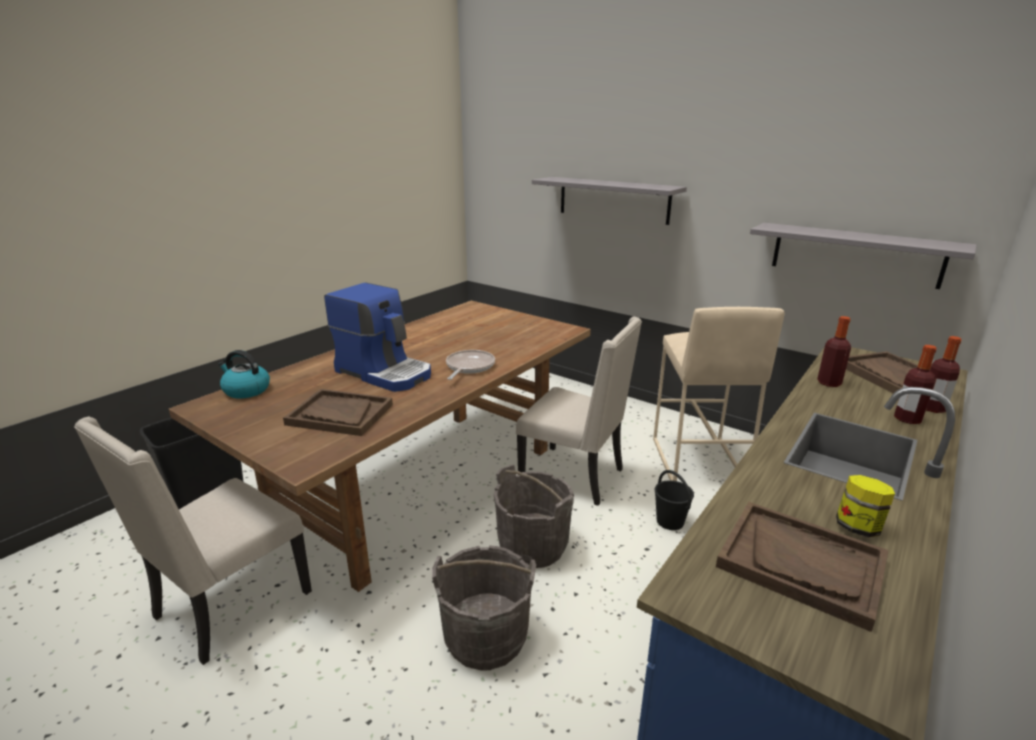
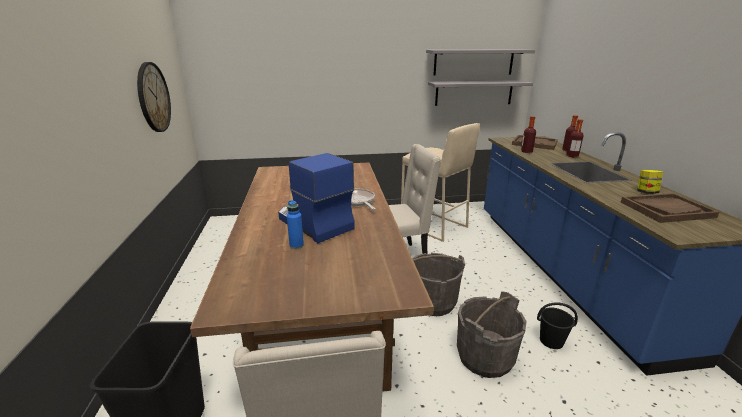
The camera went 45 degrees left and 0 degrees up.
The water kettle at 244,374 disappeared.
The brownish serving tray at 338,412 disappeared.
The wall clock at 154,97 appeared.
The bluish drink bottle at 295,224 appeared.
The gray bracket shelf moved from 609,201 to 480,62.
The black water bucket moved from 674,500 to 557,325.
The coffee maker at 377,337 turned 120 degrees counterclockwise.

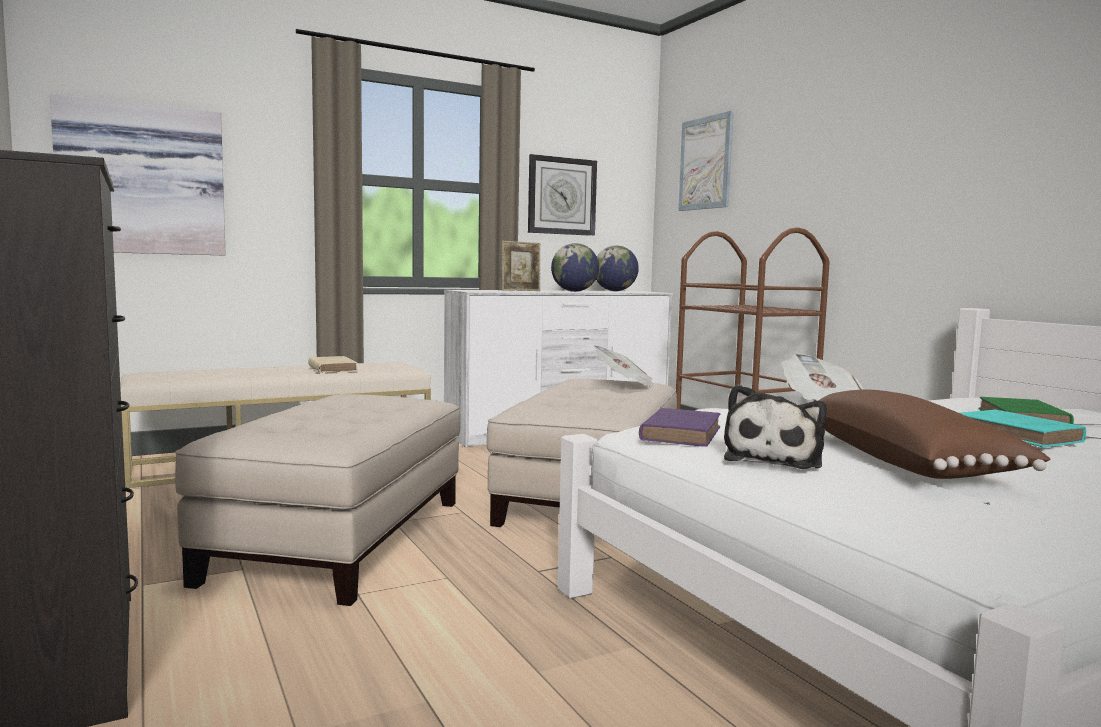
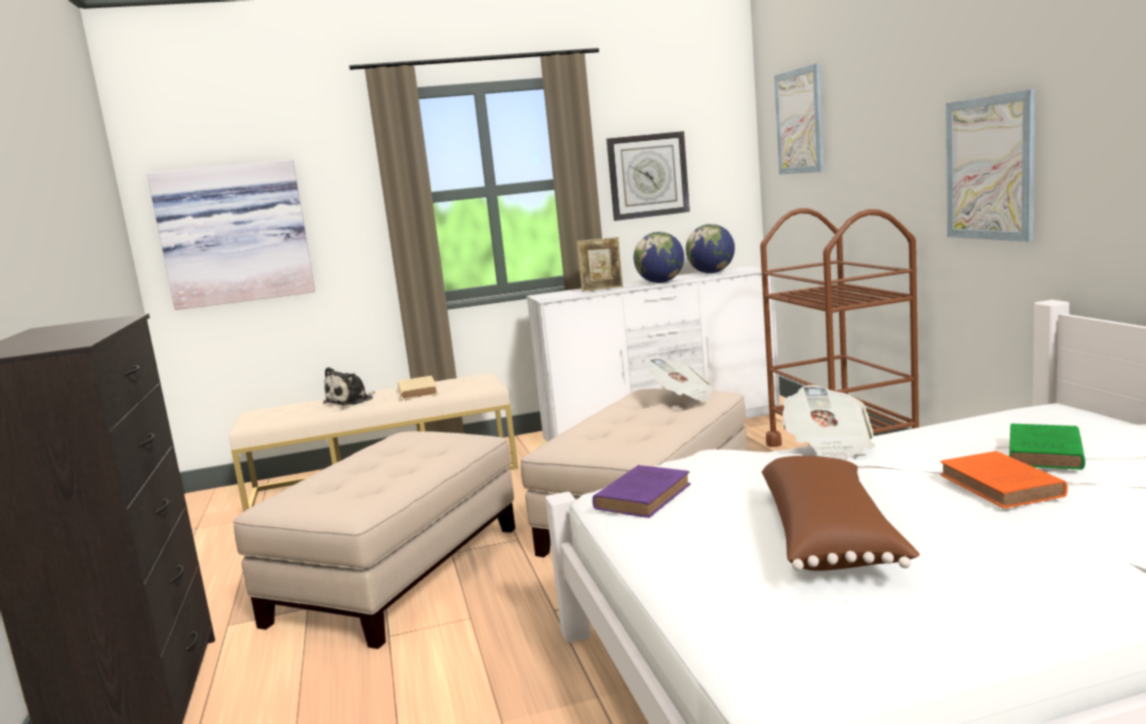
The camera went 15 degrees right and 5 degrees up.
The wall art at 990,165 appeared.
The cuddly toy moved from 775,427 to 349,386.
The blue-green volume at 1023,428 became the orange volume at 1004,479.

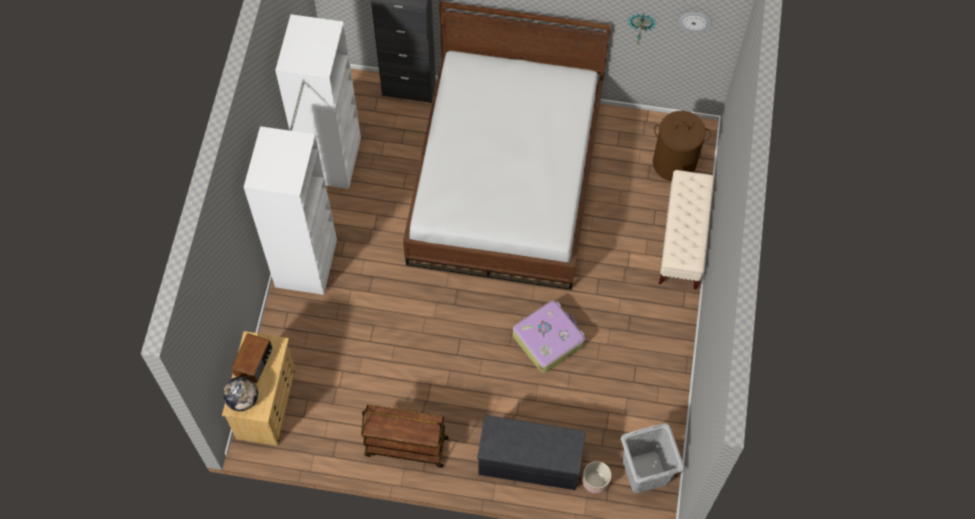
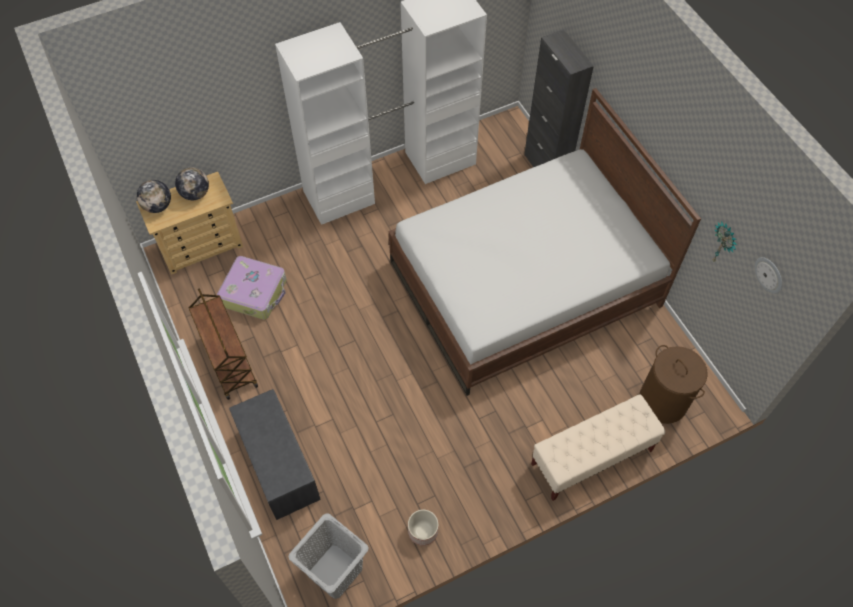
The camera went 55 degrees right and 5 degrees down.
The travel case moved from 549,337 to 252,288.
The flower pot moved from 596,477 to 423,528.
The radio receiver at 251,358 was replaced by the globe at 192,183.

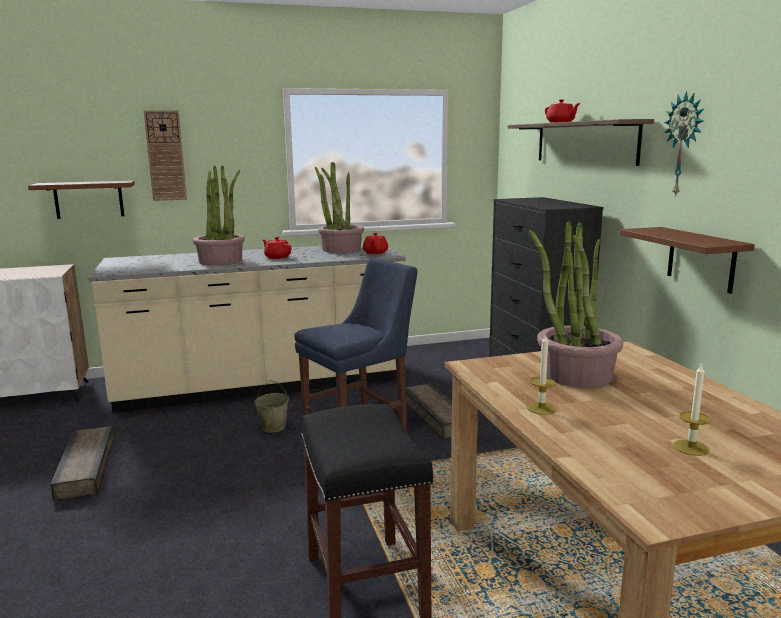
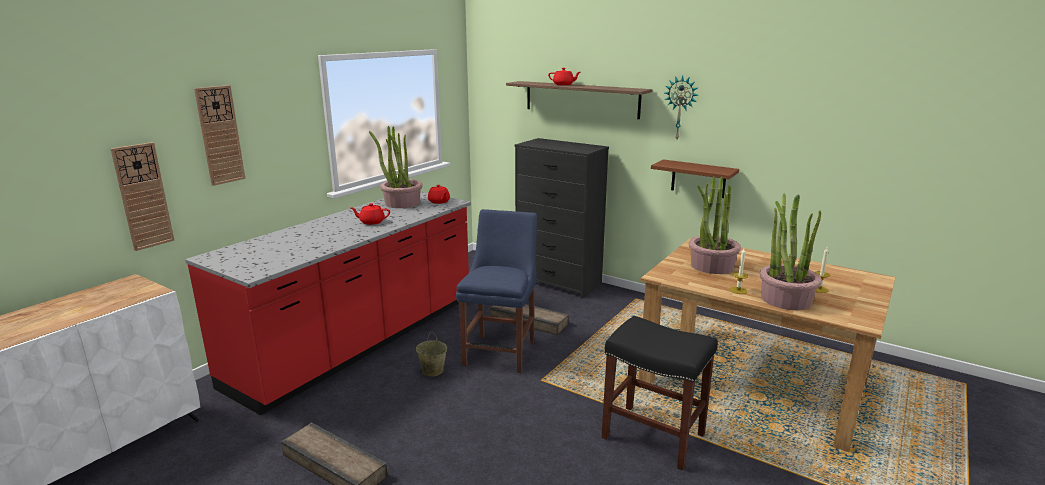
The camera went 40 degrees left and 5 degrees up.
The plant in a pot moved from 219,215 to 791,252.
The brownish bracket shelf at 81,200 was replaced by the wall clock at 142,196.
The sand-coloured kitchen counter at 247,328 became the reddish kitchen counter at 328,303.

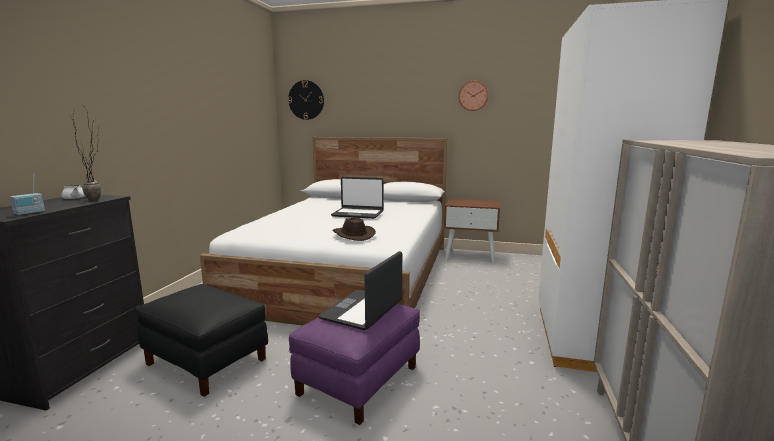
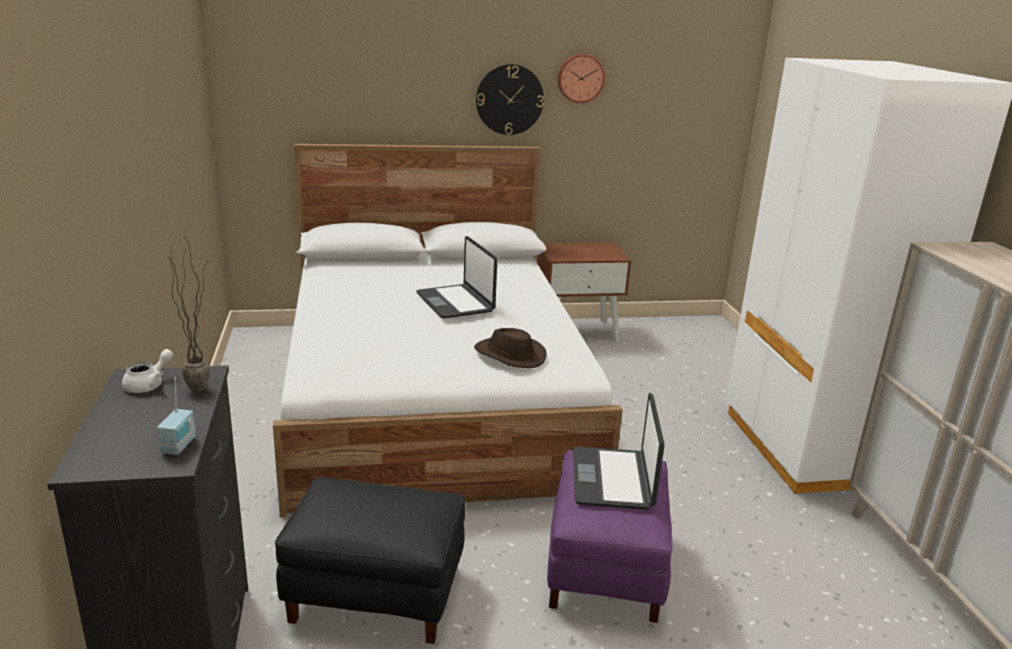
The camera went 25 degrees left and 10 degrees up.
The wall clock moved from 306,100 to 510,99.
The laptop at 357,198 turned 75 degrees clockwise.

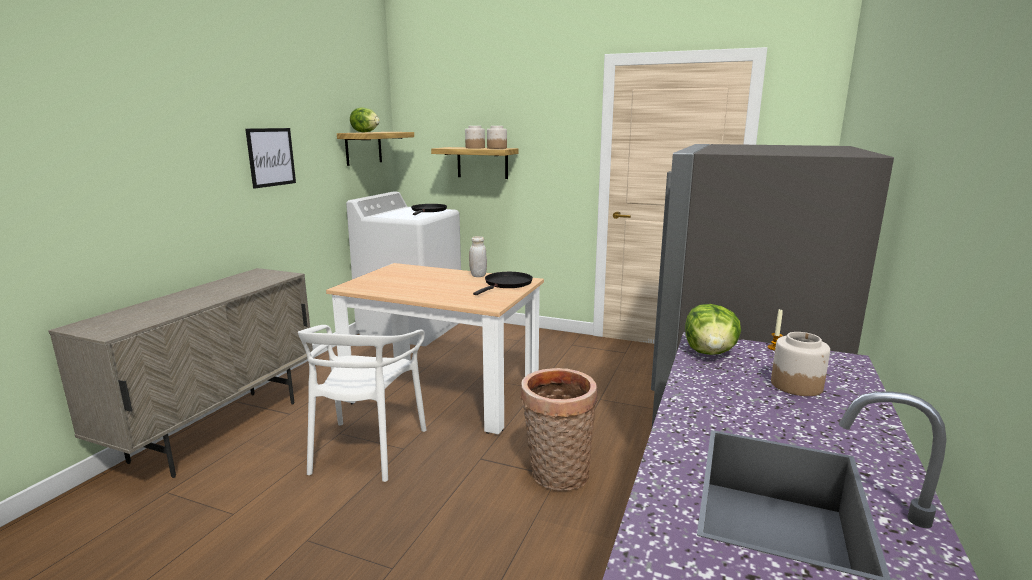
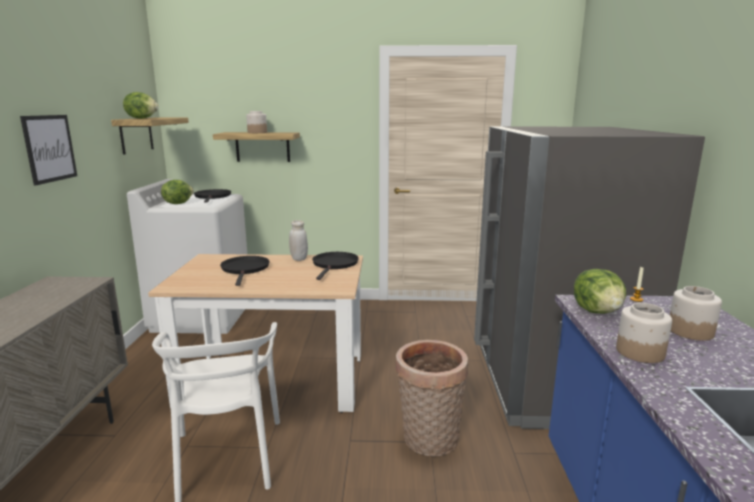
The camera went 20 degrees left and 0 degrees up.
The lettuce head at 177,192 appeared.
The black frying pan at 244,271 appeared.
The preserve jar moved from 497,137 to 644,333.

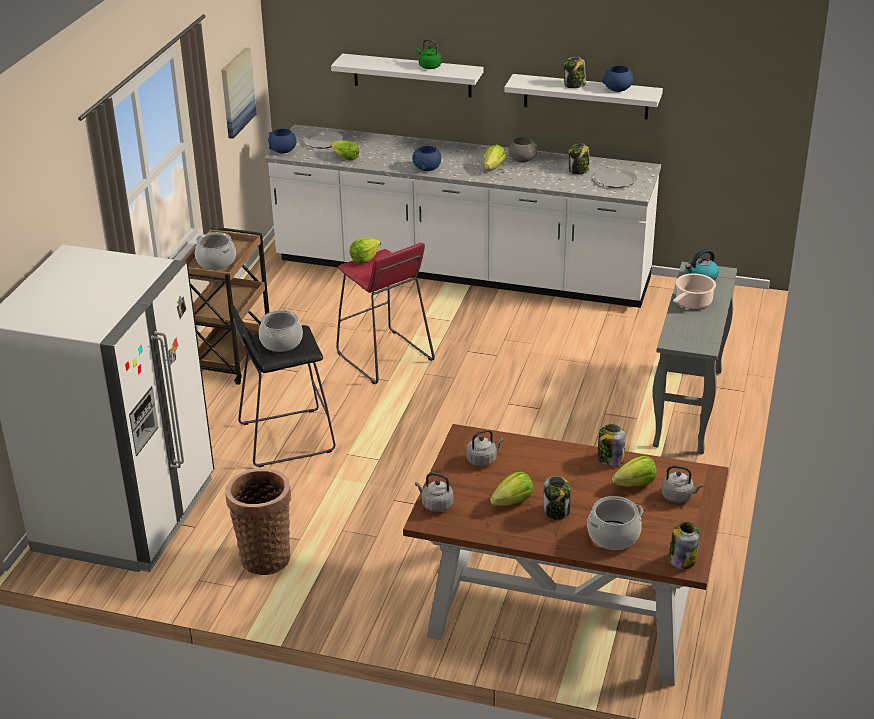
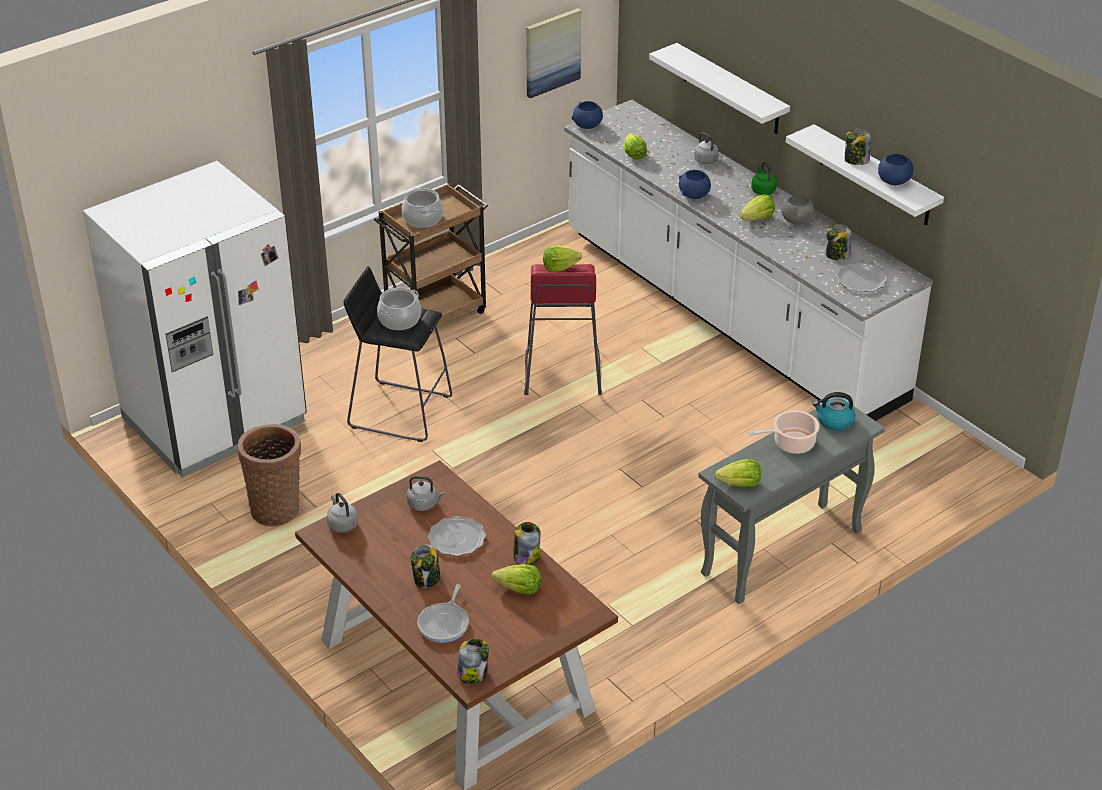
The camera went 35 degrees right and 5 degrees up.
The flat dish moved from 323,140 to 457,536.
The green-coloured water kettle moved from 428,54 to 764,178.
The lettuce head moved from 512,489 to 738,473.
The gray water kettle moved from 682,484 to 707,148.
The cooking pot at 615,523 was replaced by the frying pan at 443,613.

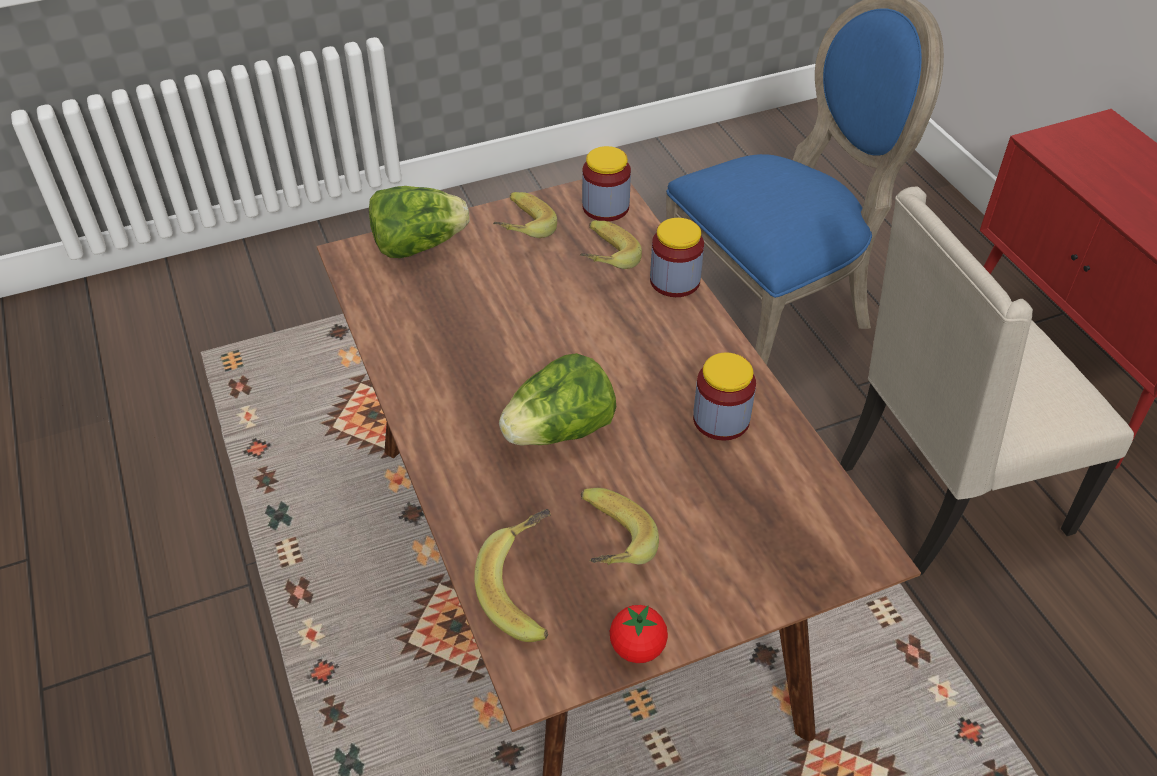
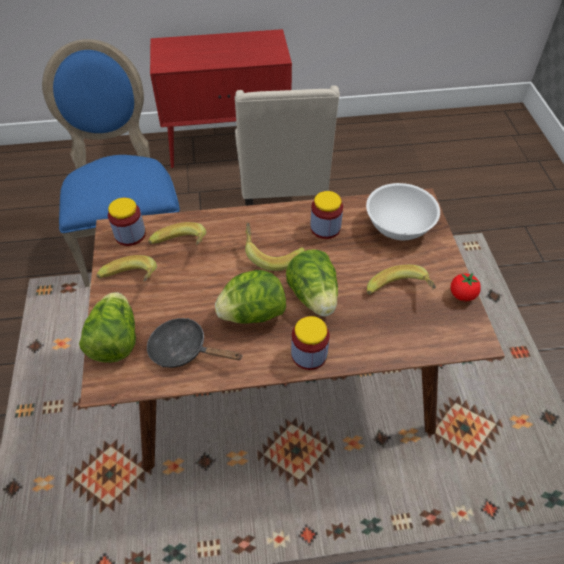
The camera went 75 degrees left and 5 degrees up.
The black frying pan at 195,343 appeared.
The lettuce head at 250,297 appeared.
The white-coloured deep dish at 403,211 appeared.
The banana fruit moved from 512,575 to 275,247.
The preserve jar moved from 677,257 to 310,343.

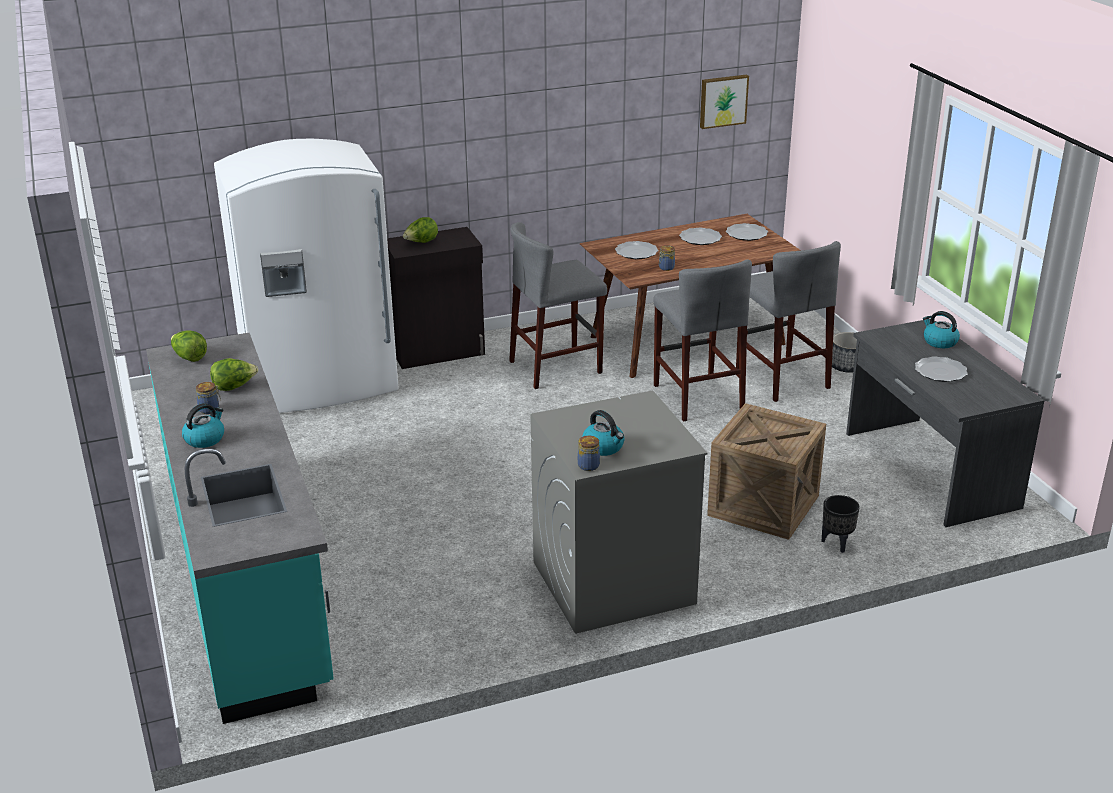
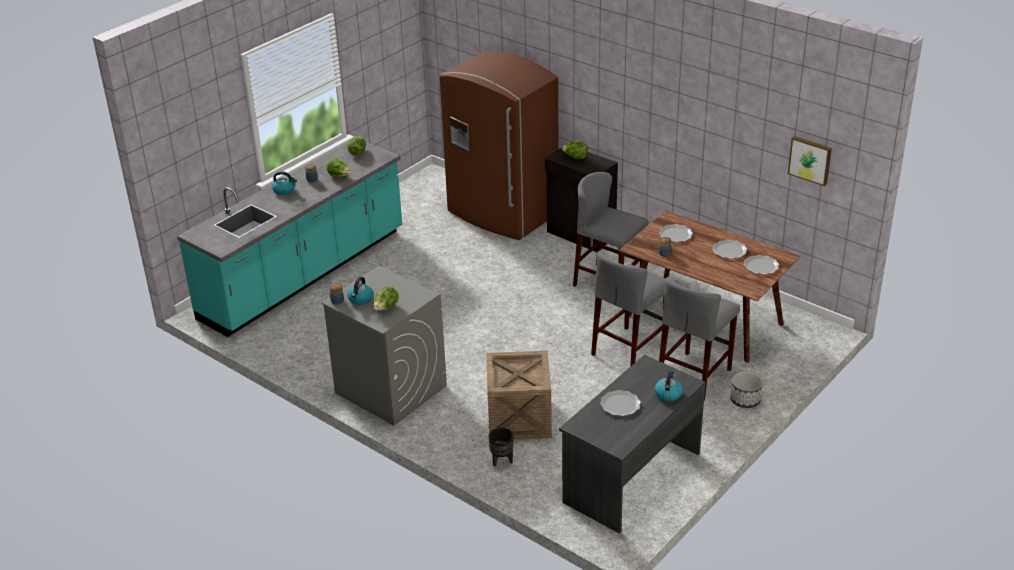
The camera went 60 degrees right and 5 degrees up.
The lettuce head at 386,298 appeared.
The white-coloured refrigerator at 306,276 became the brownish refrigerator at 499,146.

